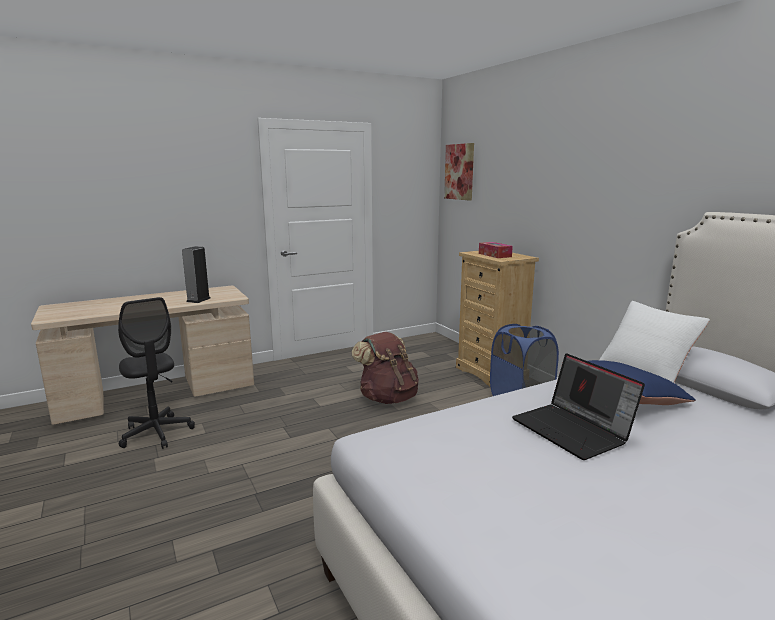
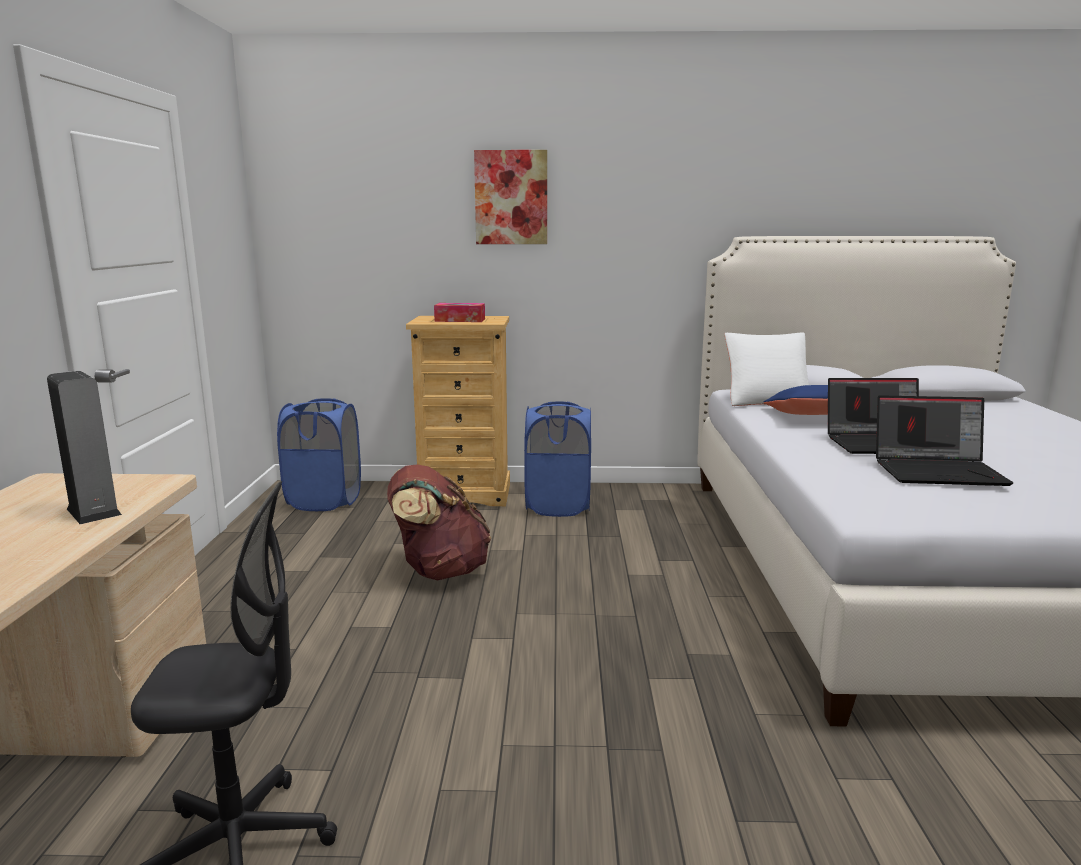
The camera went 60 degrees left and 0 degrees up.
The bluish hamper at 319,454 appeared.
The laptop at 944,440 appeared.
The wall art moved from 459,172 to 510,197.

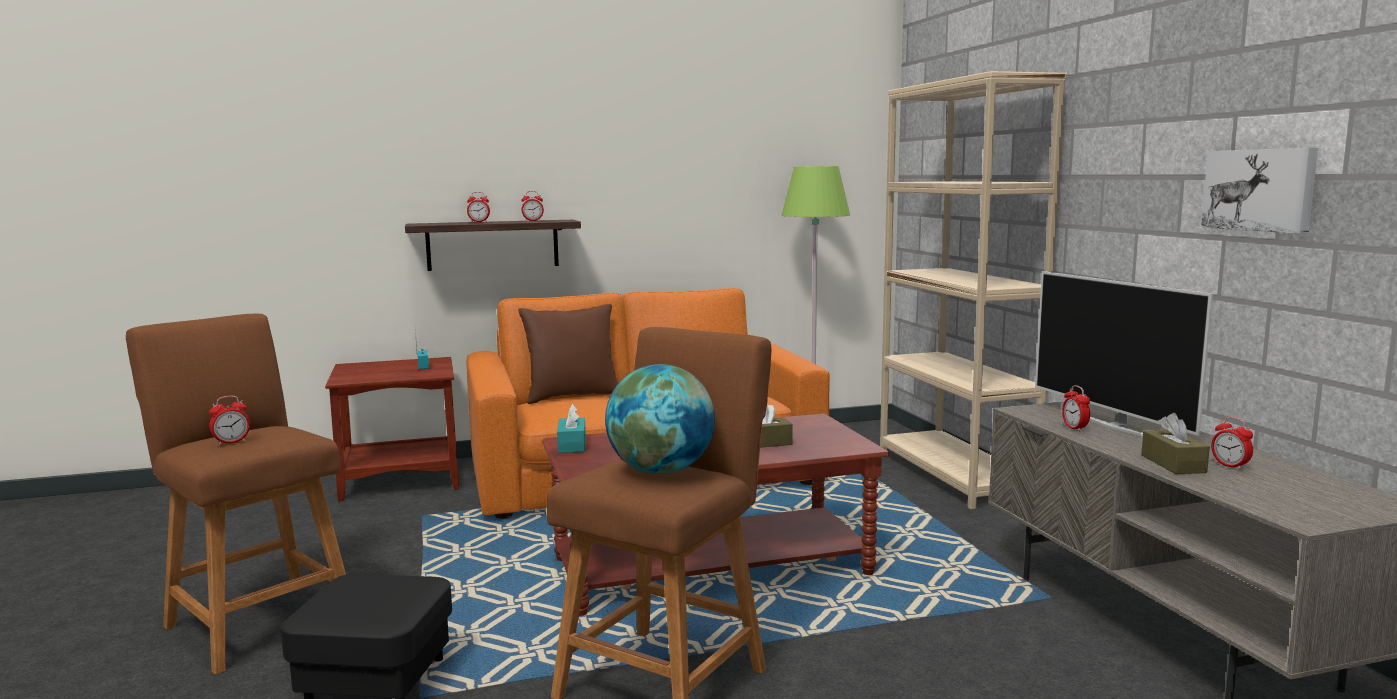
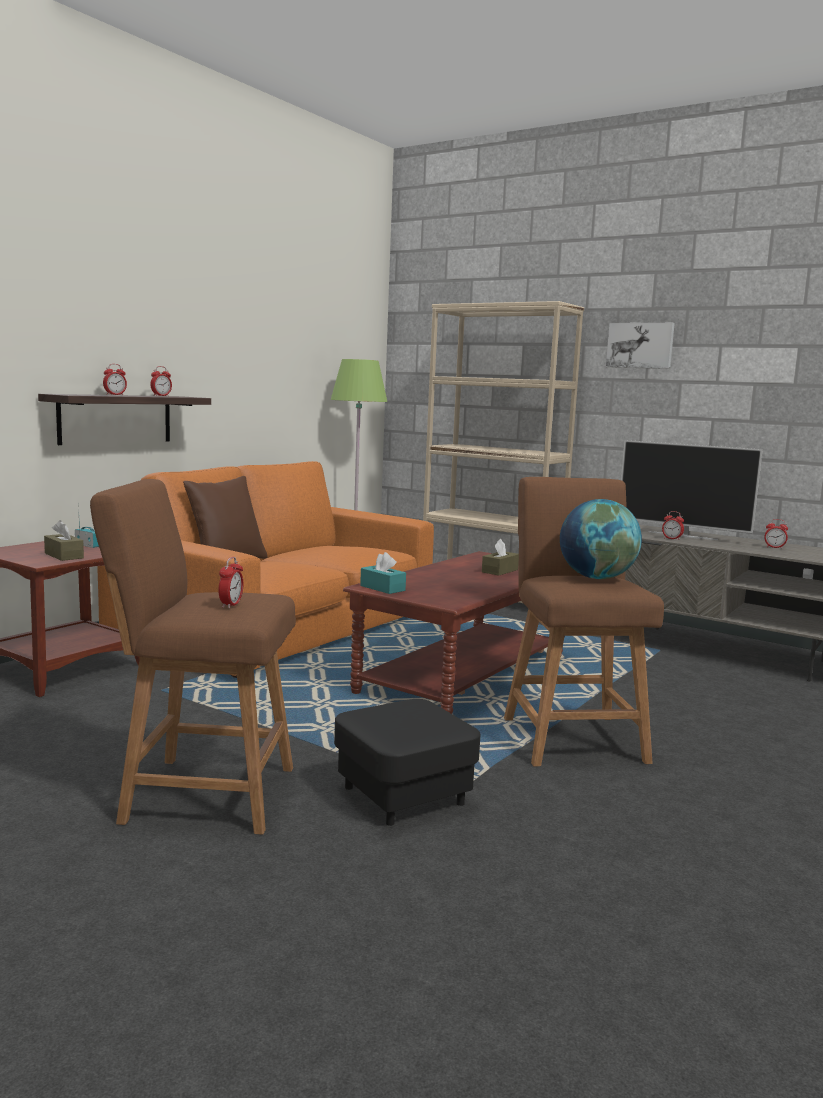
The camera went 40 degrees left and 0 degrees up.
The brownish tissue holder moved from 1175,443 to 64,540.
The wall art moved from 1259,191 to 640,346.

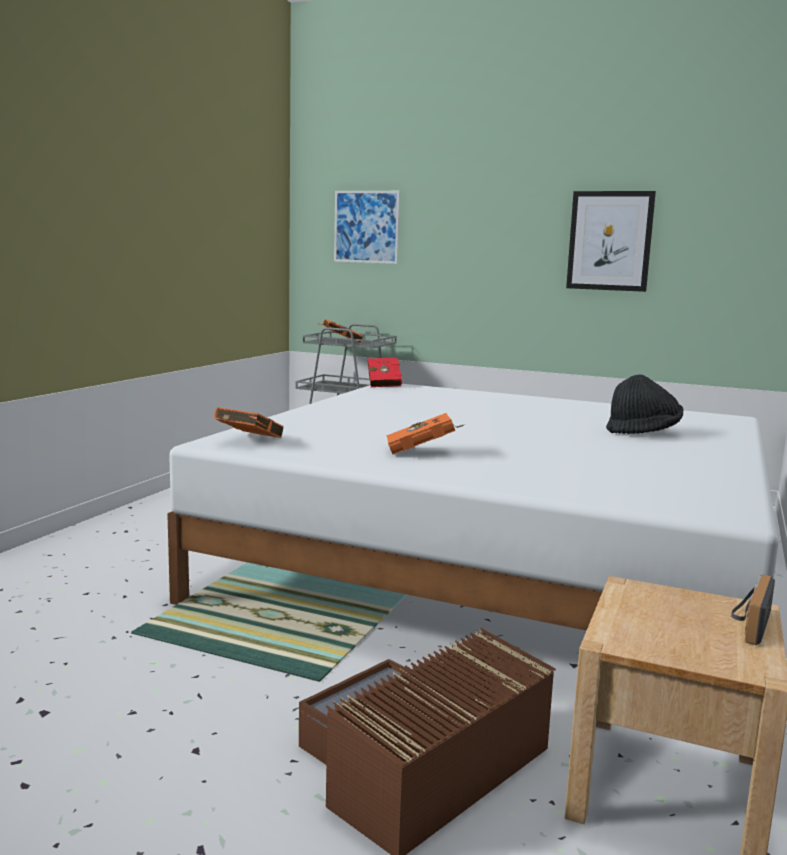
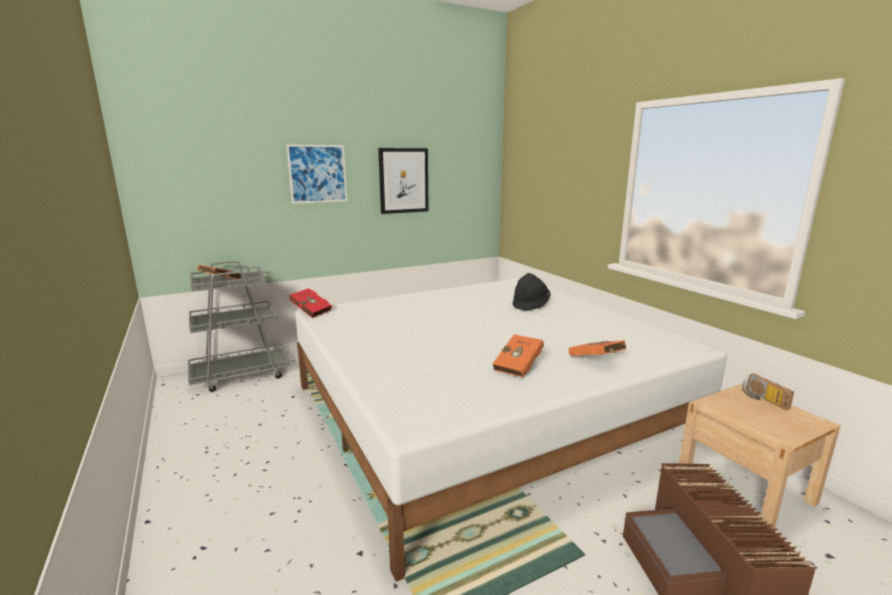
The camera went 50 degrees left and 5 degrees up.
The orange volume moved from 249,422 to 597,348.
The wall art moved from 367,227 to 316,174.

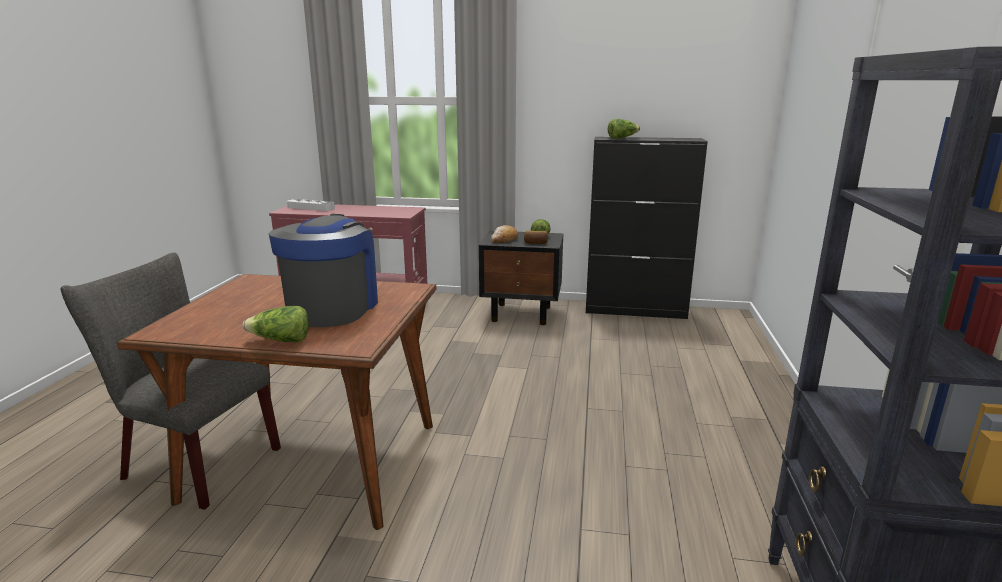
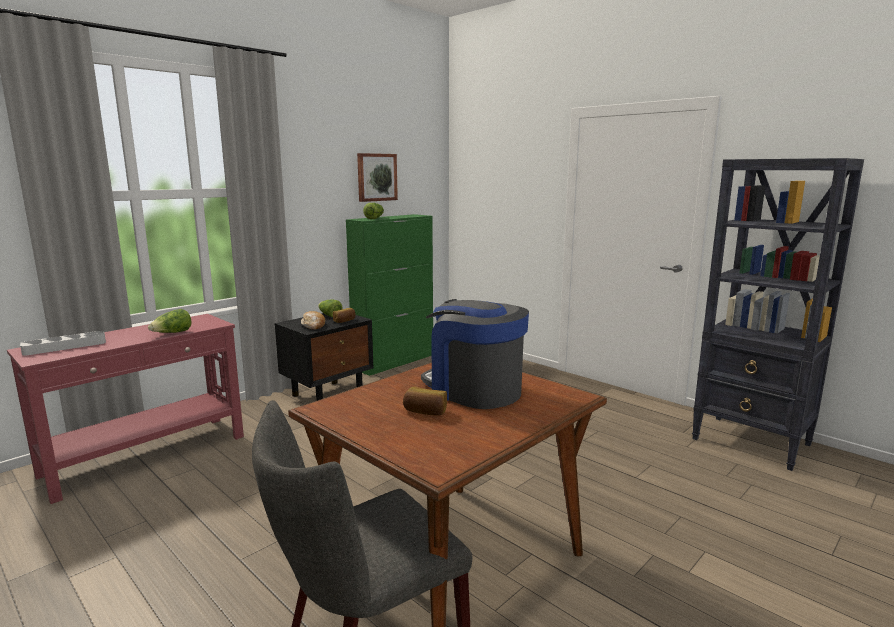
The camera went 55 degrees left and 5 degrees down.
The wall art at 377,177 appeared.
The bread at 425,401 appeared.
The lettuce head moved from 276,324 to 170,321.
The black storage cabinet at 647,228 became the green-coloured storage cabinet at 389,295.

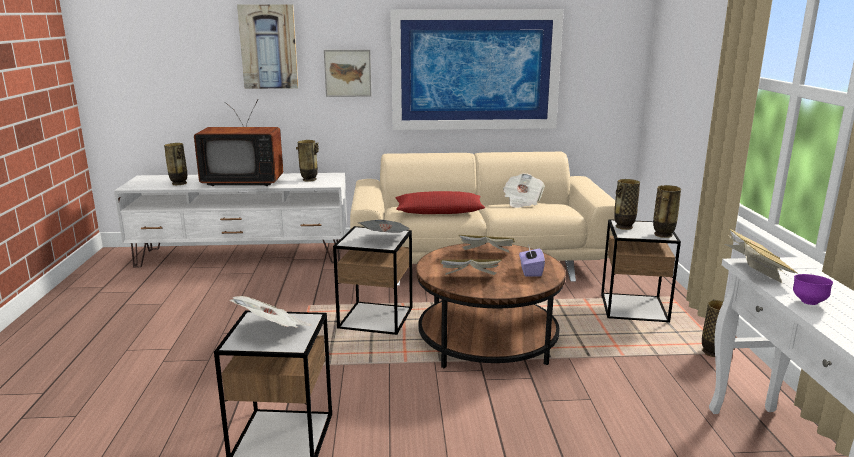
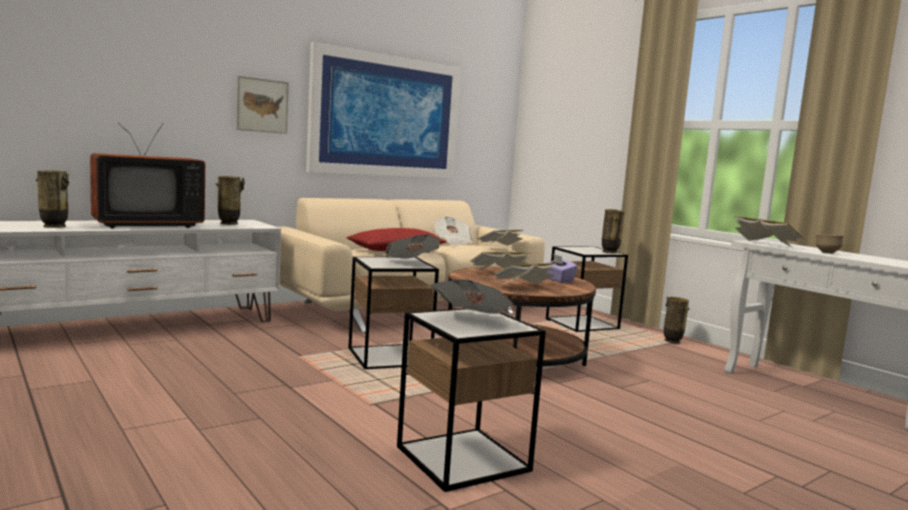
The camera went 35 degrees left and 10 degrees down.
The wall art at 268,46 disappeared.
The flower vase at 627,204 disappeared.
The volume at 500,238 appeared.
The purplish deep dish at 813,289 became the brownish deep dish at 829,244.

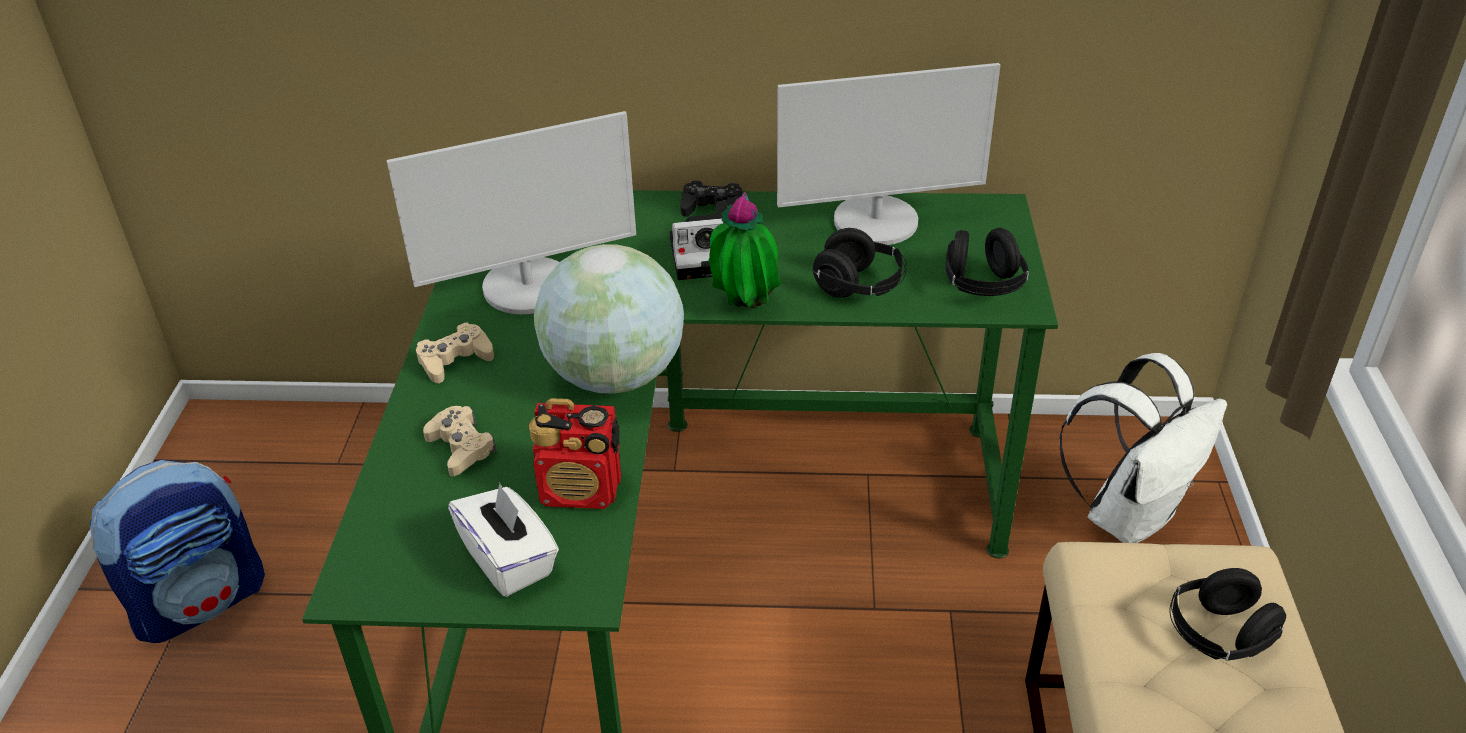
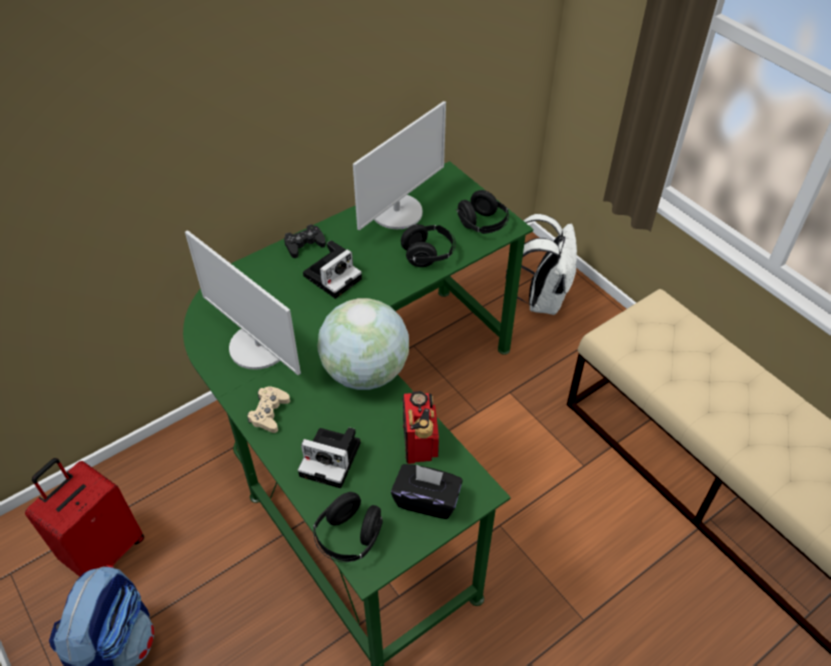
The camera went 40 degrees left and 10 degrees up.
The plant in a pot at 745,250 disappeared.
The reddish travel case at 84,517 appeared.
The black pair of headphones moved from 1228,614 to 348,527.
The sand-coloured gamepad at 460,441 was replaced by the photo camera at 329,457.
The white-coloured tissue holder at 503,540 became the black tissue holder at 426,491.
The monitor at 511,212 turned 105 degrees clockwise.
The radio receiver at 575,453 turned 60 degrees counterclockwise.

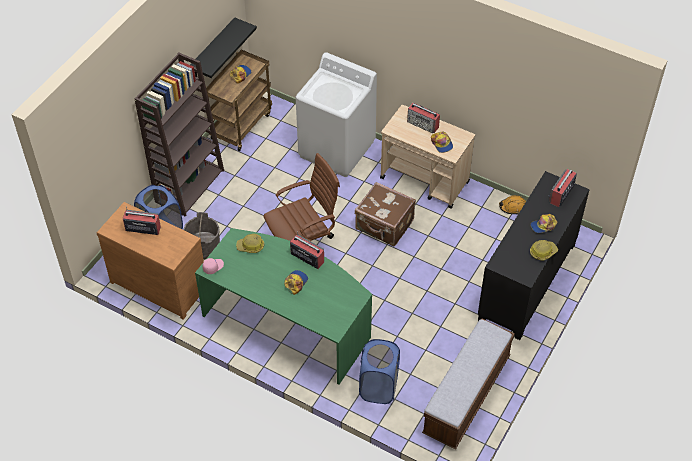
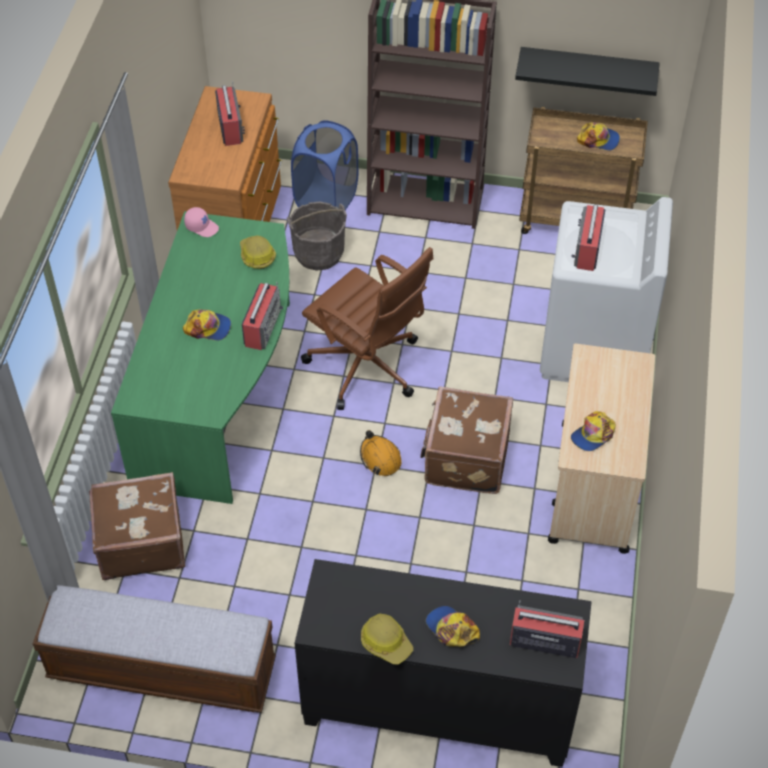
The camera went 70 degrees right and 0 degrees up.
The radio receiver moved from 423,118 to 588,237.
The orange safety helmet moved from 512,204 to 380,453.
The bluish hamper at 379,371 was replaced by the brownish travel case at 137,526.

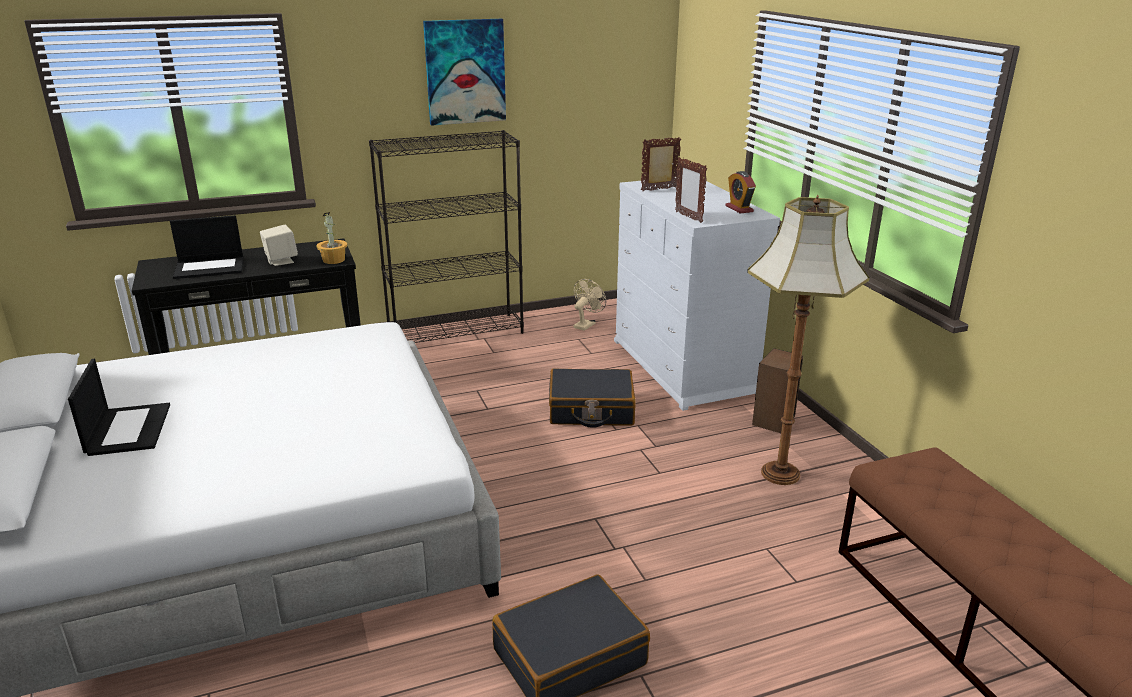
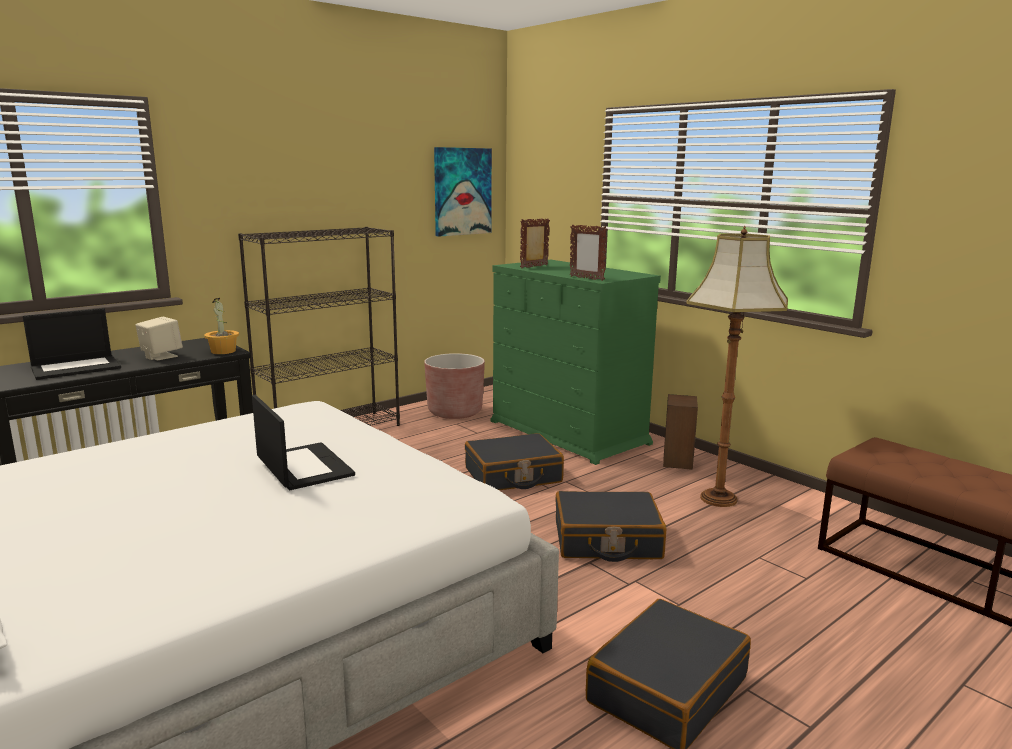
The camera went 20 degrees left and 10 degrees down.
The alarm clock at 740,192 disappeared.
The black travel case at 611,526 appeared.
The laptop moved from 119,407 to 303,442.
The wall art moved from 464,72 to 463,192.
The sand-coloured electric fan at 590,305 was replaced by the brownish flower pot at 454,386.
The white-coloured dresser at 697,294 became the green-coloured dresser at 576,362.

